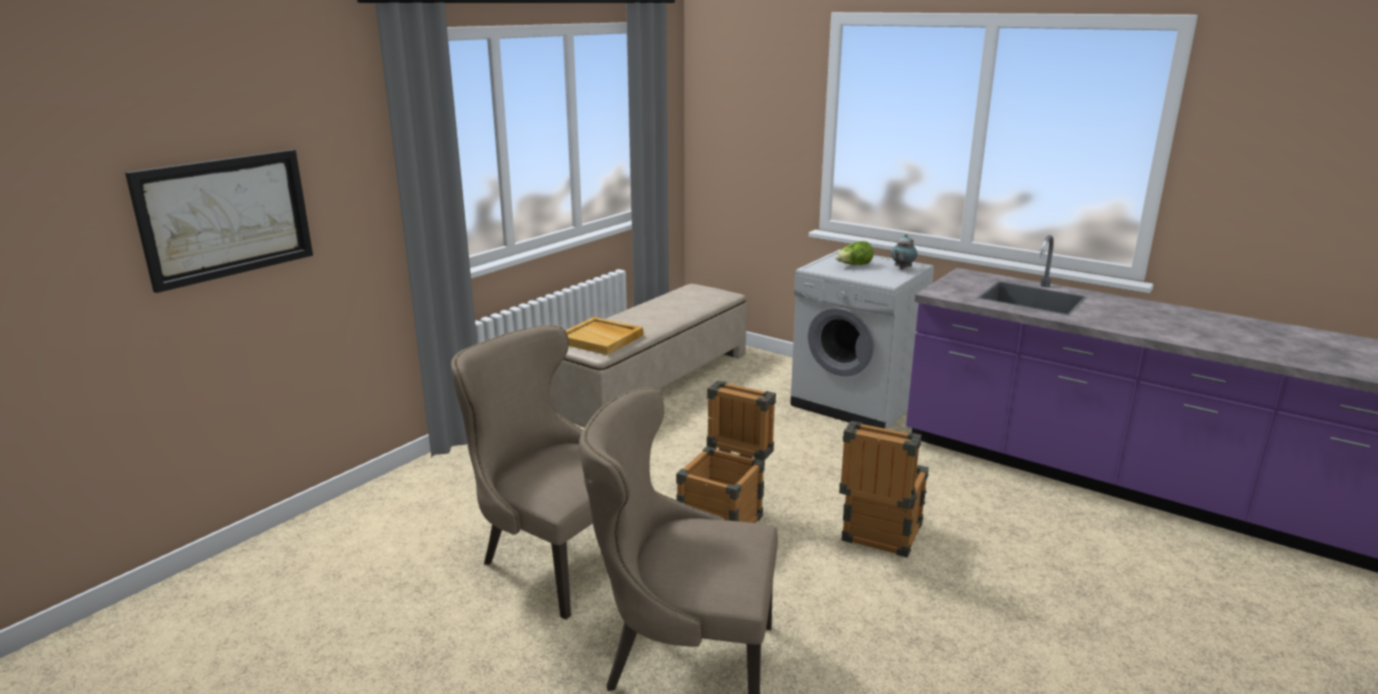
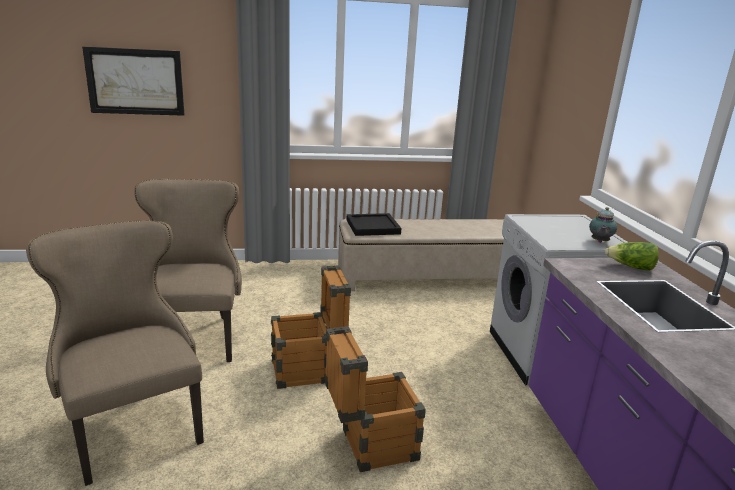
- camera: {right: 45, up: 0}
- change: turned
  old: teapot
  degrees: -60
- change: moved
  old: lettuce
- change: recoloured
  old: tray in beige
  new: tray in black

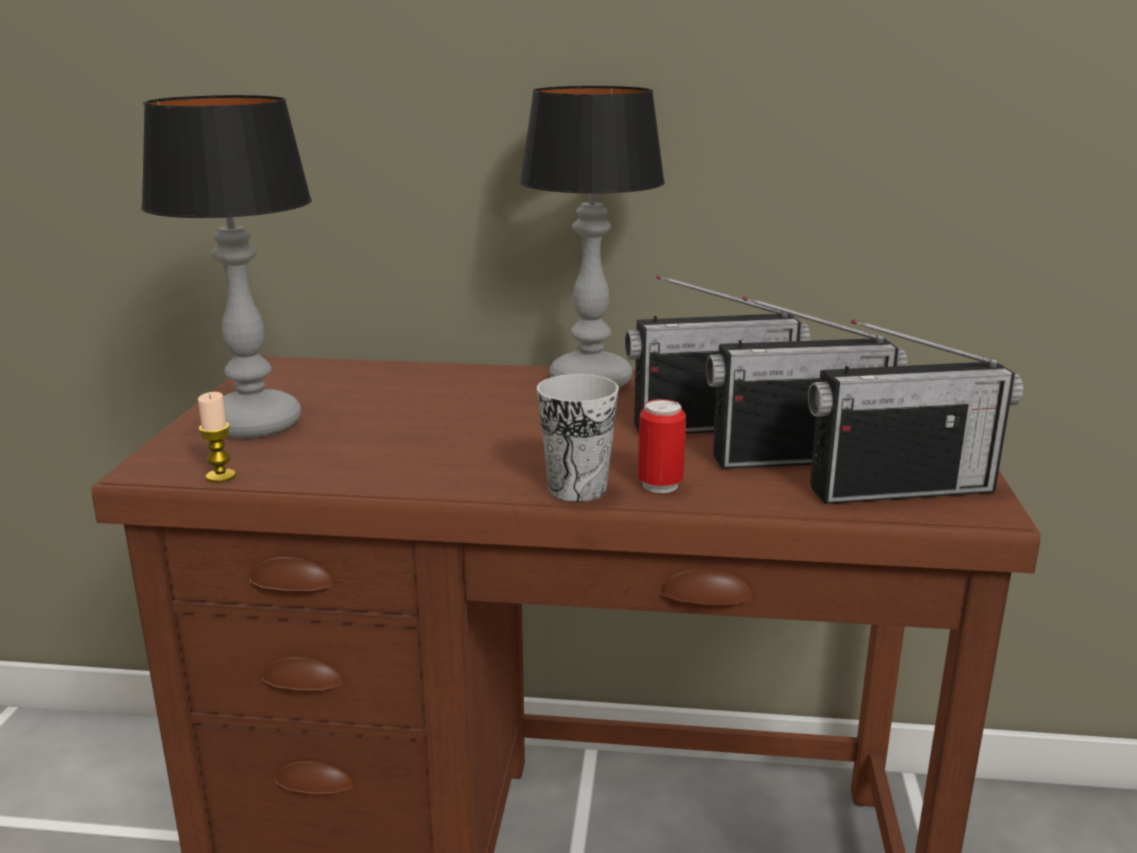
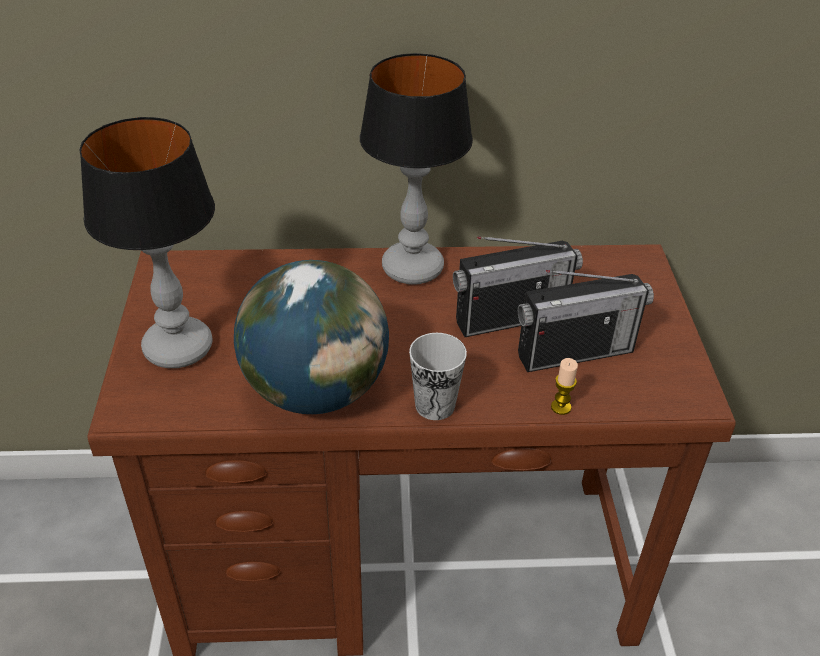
- camera: {right: -10, up: 20}
- change: removed
  old: radio (3rd from left)
- change: moved
  old: candle
- change: removed
  old: can
- change: added
  new: globe

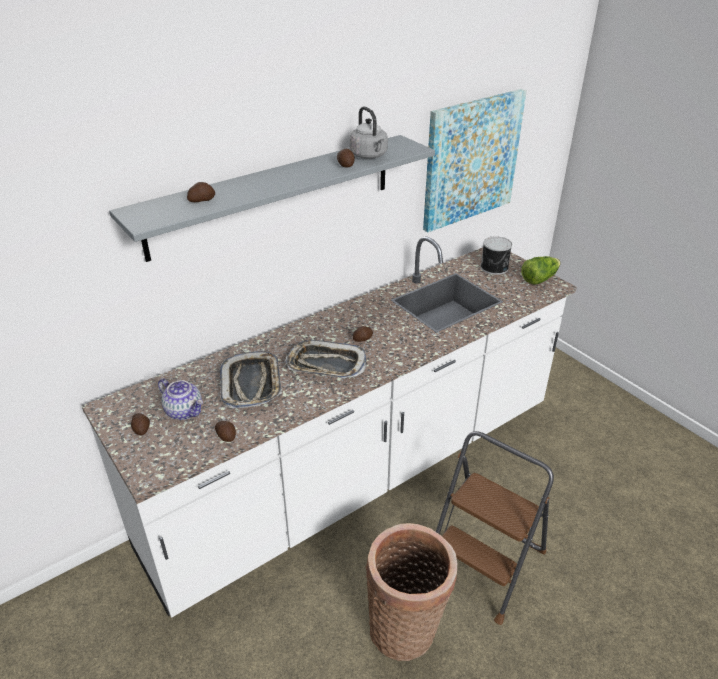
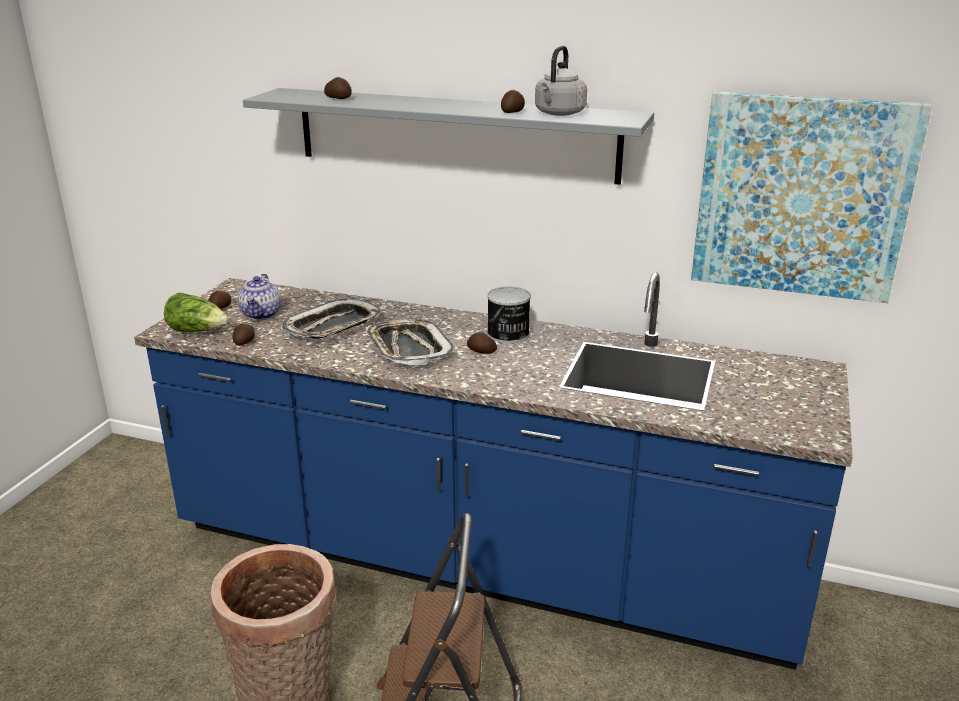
- camera: {right: 55, up: -10}
- change: recoloured
  old: counter in white
  new: counter in blue
- change: moved
  old: can
- change: moved
  old: lettuce

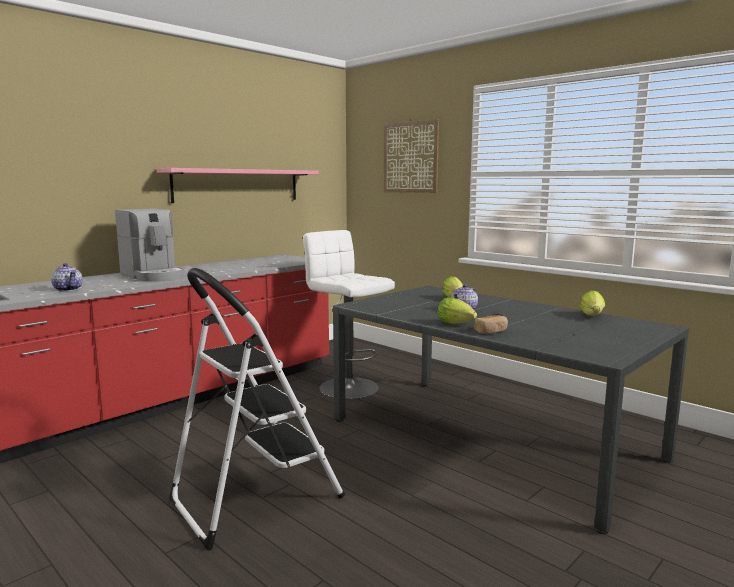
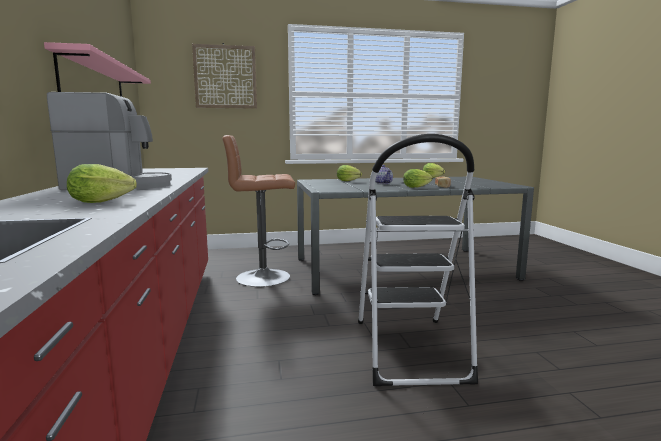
- camera: {right: -55, up: 0}
- change: recoloured
  old: stool in white
  new: stool in brown
- change: replaced
  old: teapot (1st from left)
  new: lettuce (1st from left)

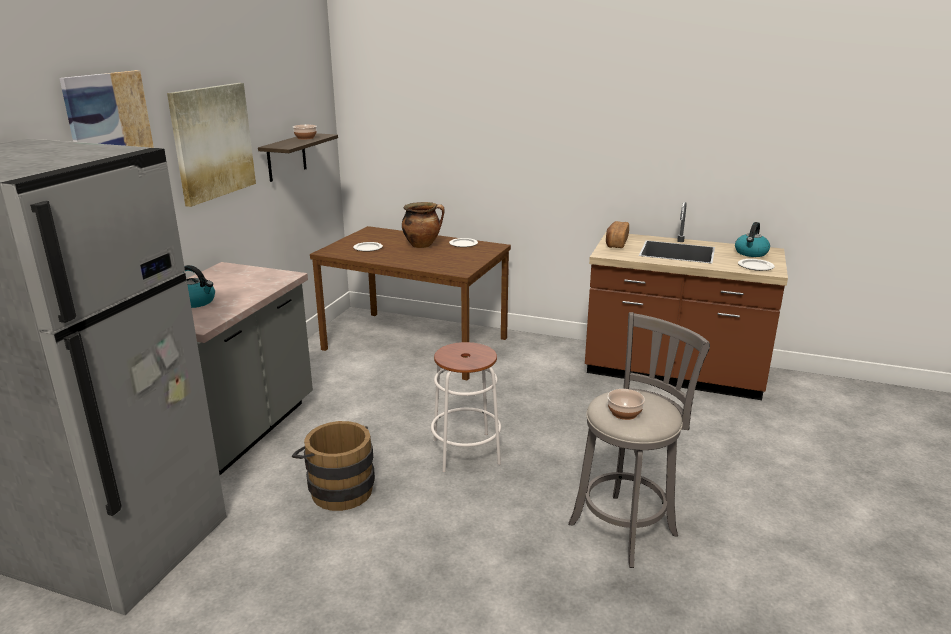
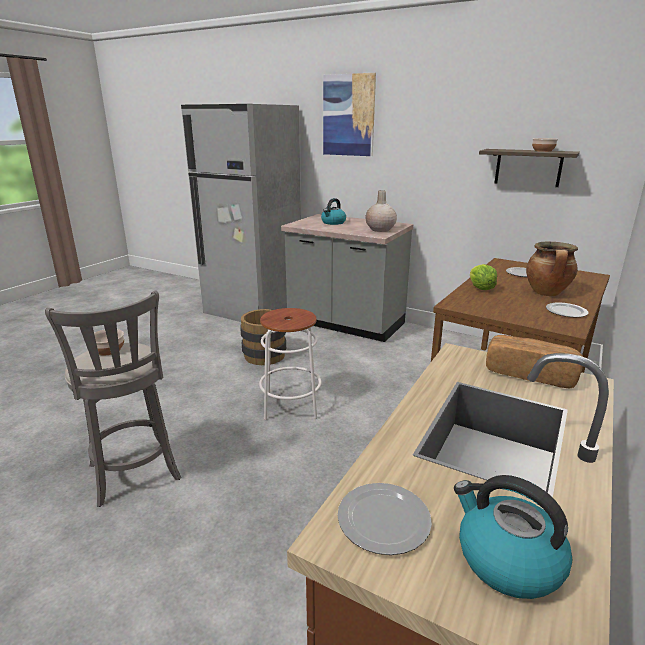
- camera: {right: 100, up: 0}
- change: removed
  old: picture (2nd from left)
- change: added
  new: vase in beige
- change: added
  new: lettuce

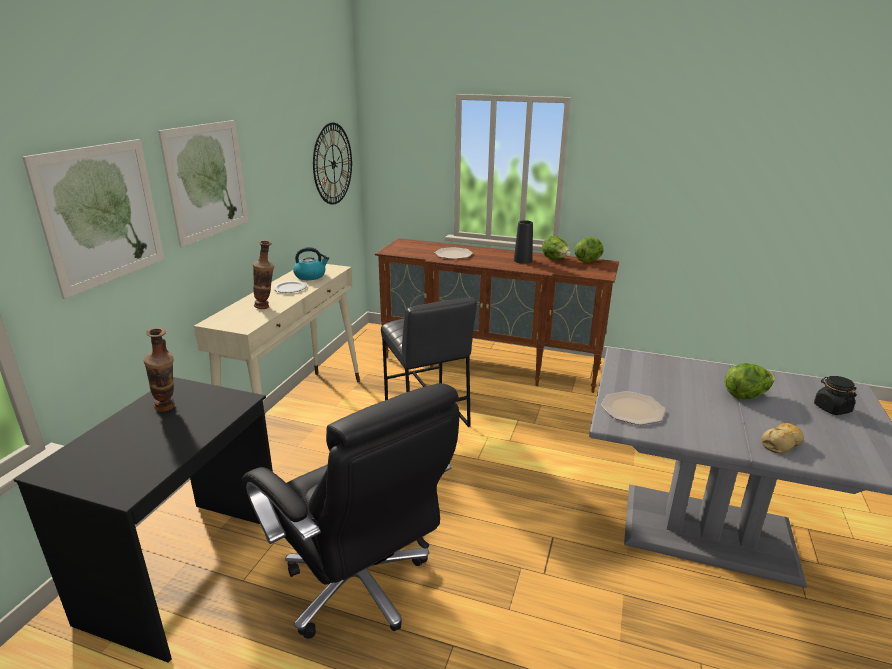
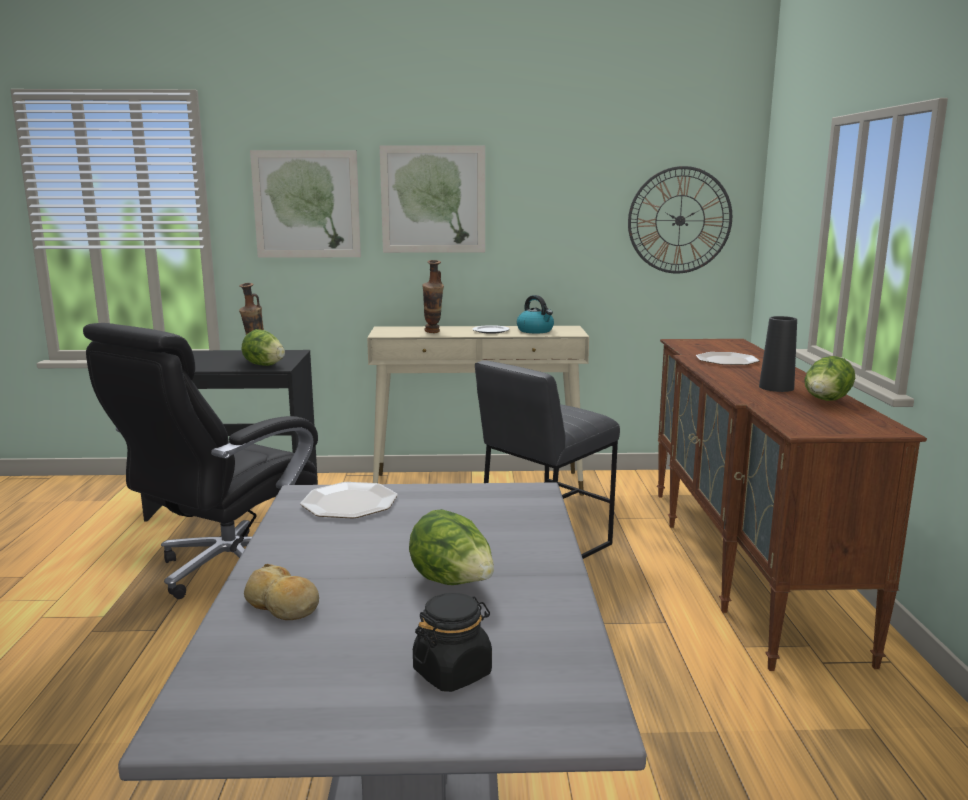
- camera: {right: 70, up: -10}
- change: moved
  old: lettuce (2nd from left in the first image)
  new: lettuce (1st from left)

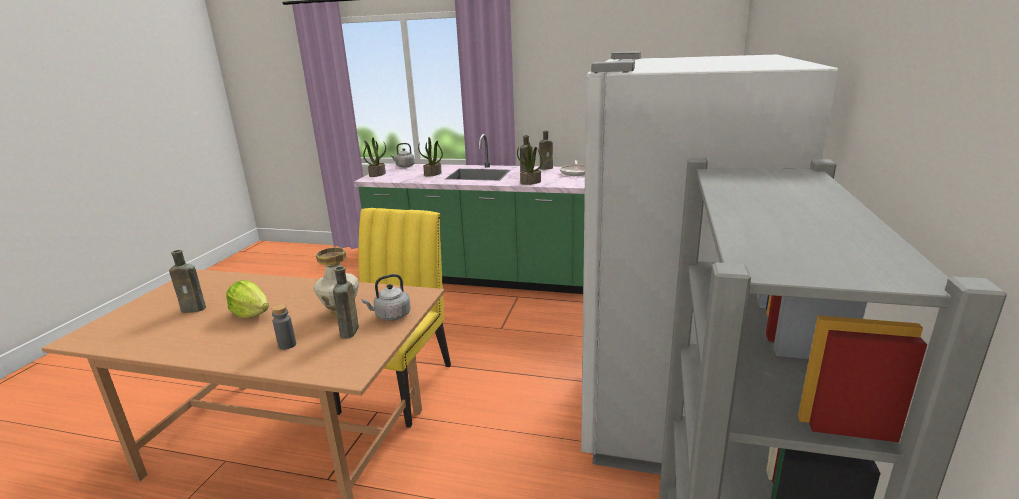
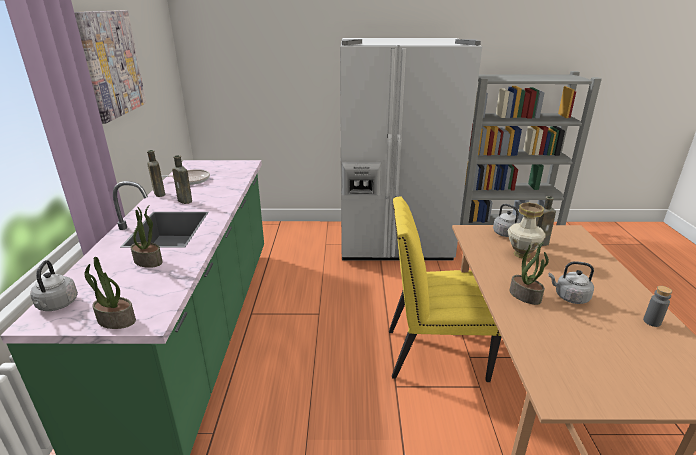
- camera: {right: -105, up: 5}
- change: moved
  old: potted plant (3rd from left)
- change: removed
  old: bottle in brown (1st from left)
- change: replaced
  old: lettuce
  new: kettle in grey (3rd from left)
- change: moved
  old: bottle in grey
- change: added
  new: picture

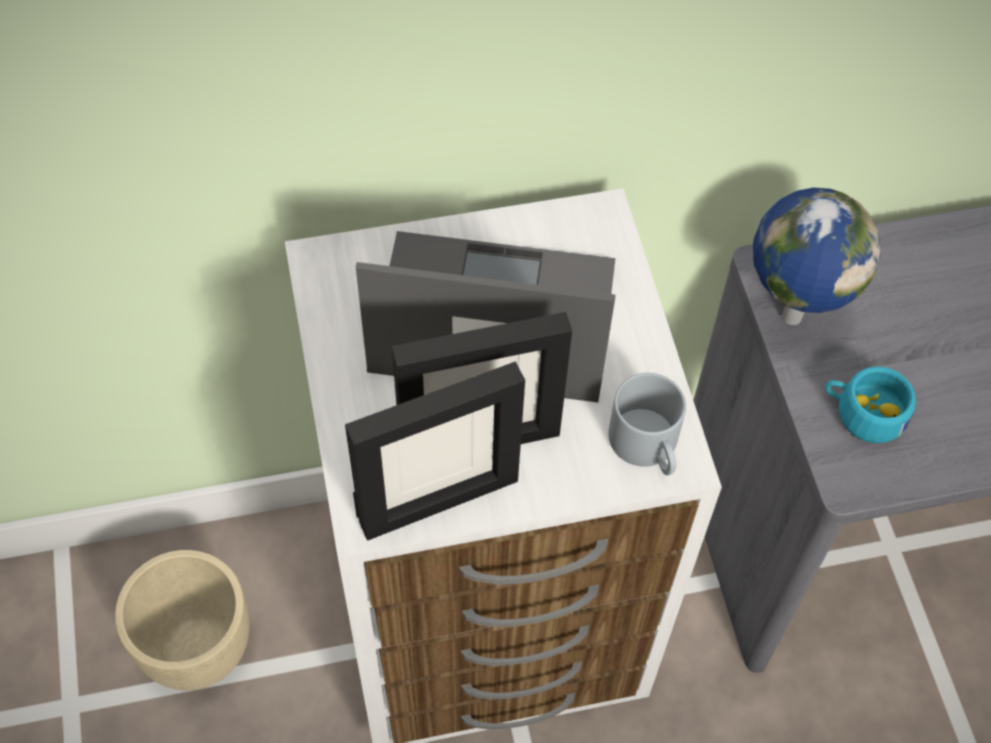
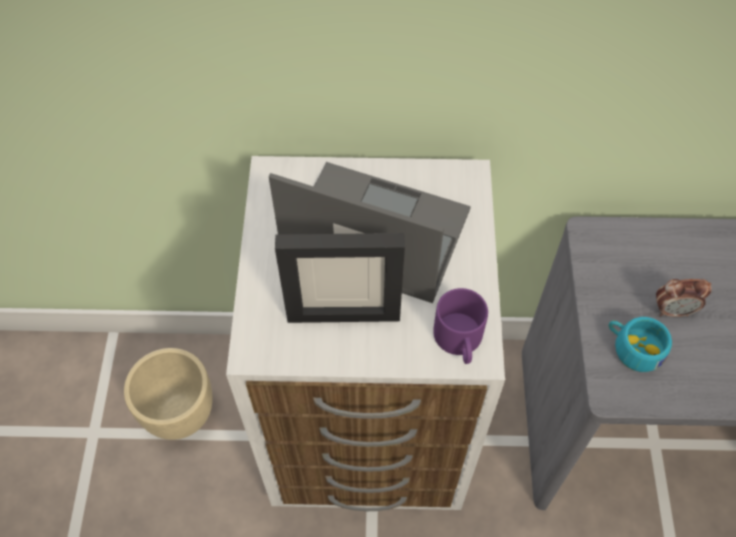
- camera: {right: 15, up: 0}
- change: removed
  old: globe
- change: removed
  old: picture frame (1st from left)
- change: recoloured
  old: mug in grey
  new: mug in purple
- change: added
  new: alarm clock

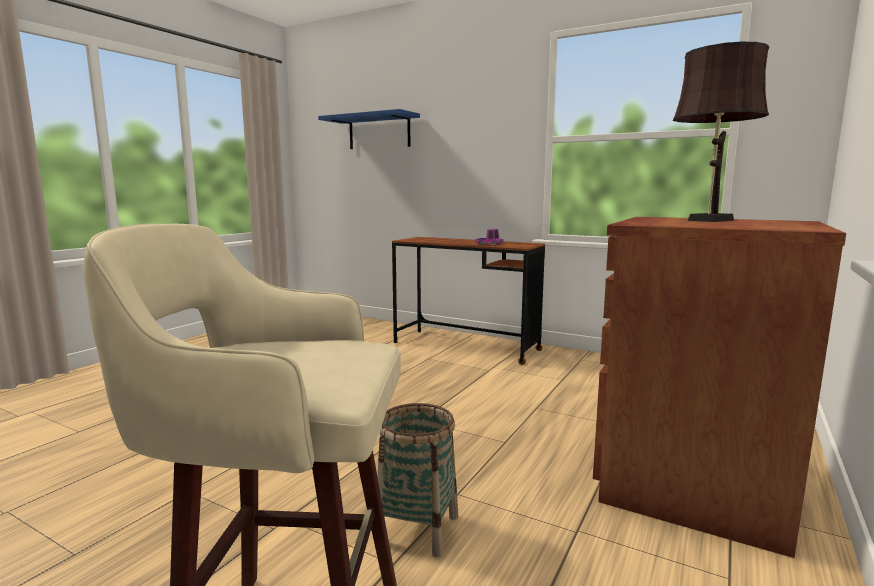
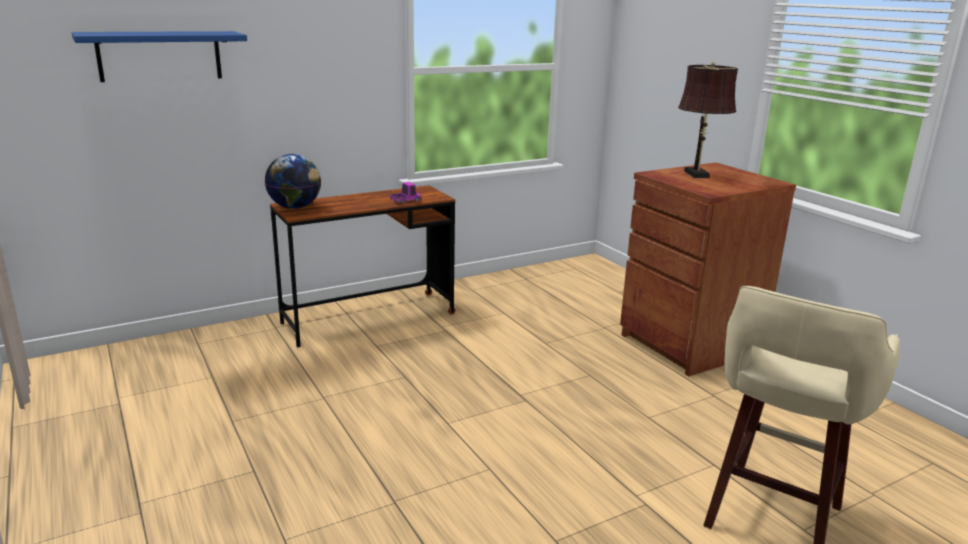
- camera: {right: -60, up: 10}
- change: removed
  old: basket
- change: added
  new: globe

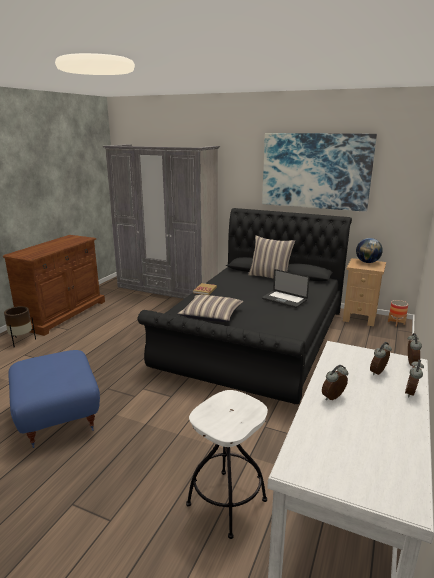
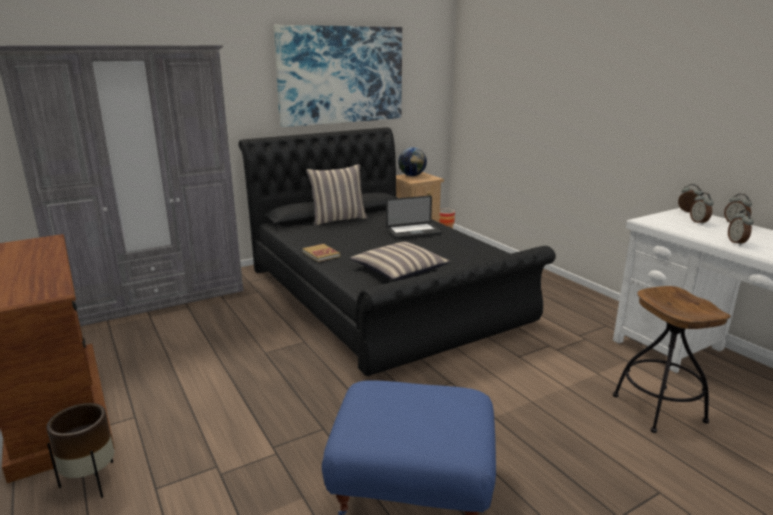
- camera: {right: -55, up: 0}
- change: recoloured
  old: stool in white
  new: stool in brown

